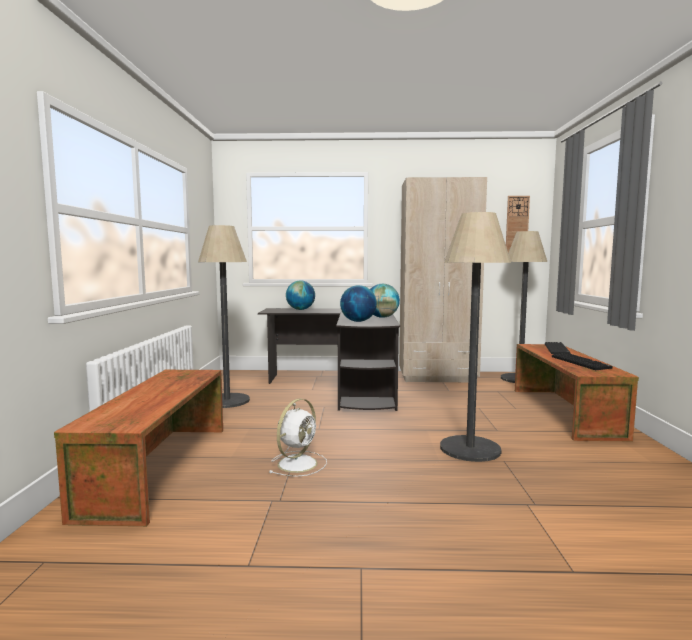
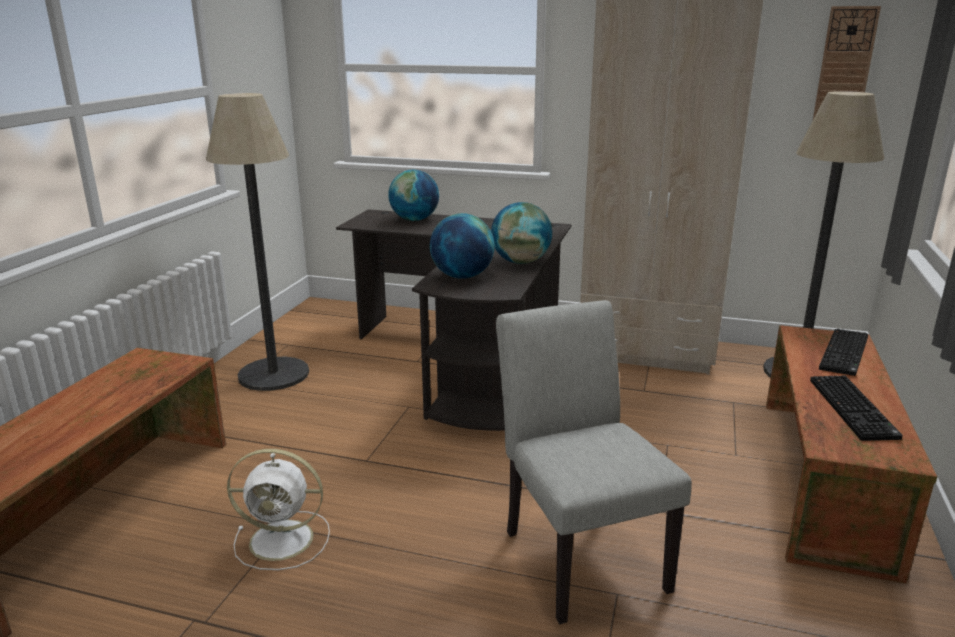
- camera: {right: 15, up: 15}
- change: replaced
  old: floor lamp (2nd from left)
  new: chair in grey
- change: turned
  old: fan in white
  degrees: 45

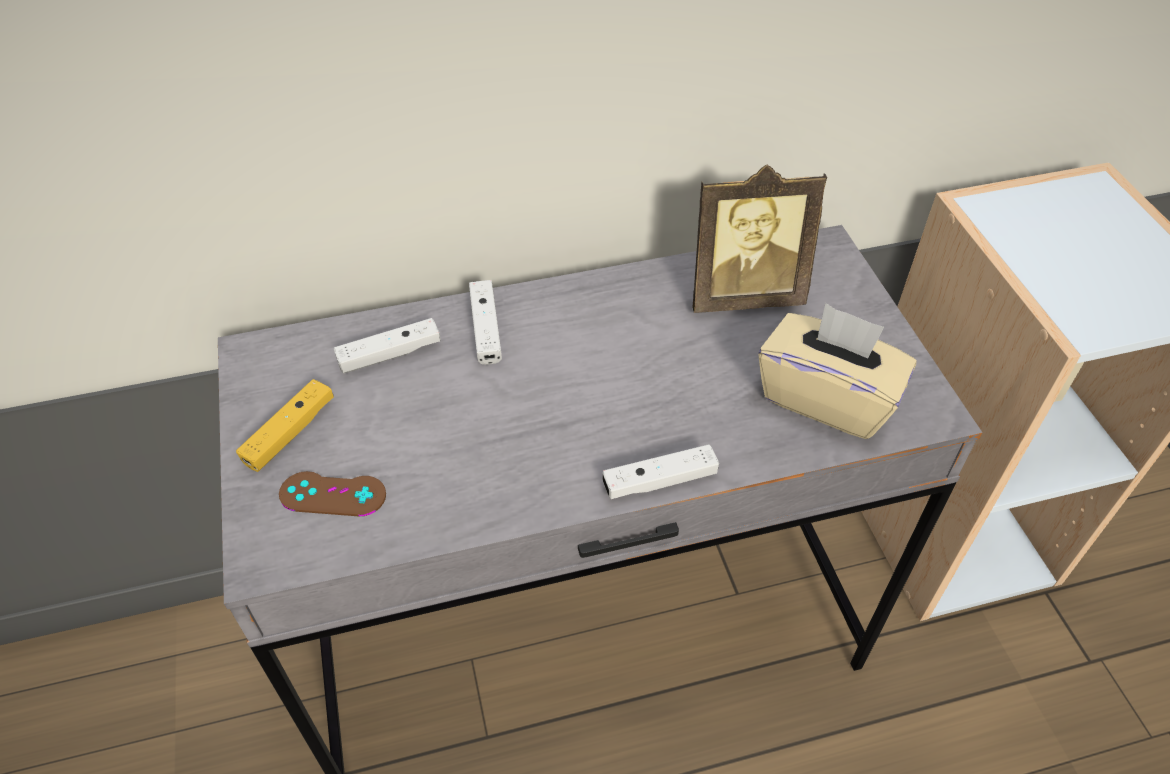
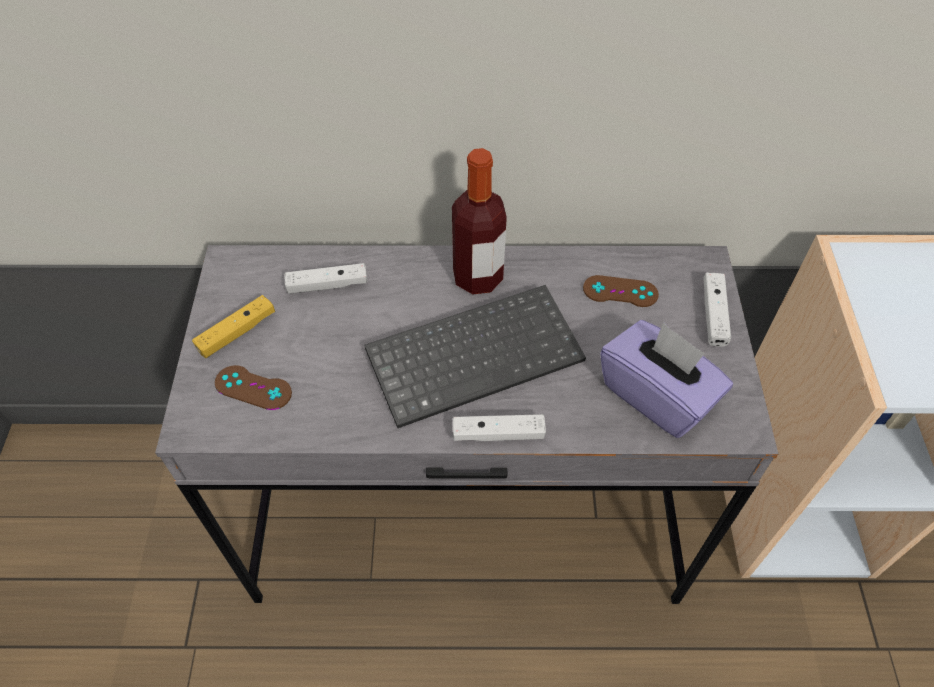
- camera: {right: 15, up: 5}
- change: replaced
  old: picture frame
  new: game controller in brown (2nd from left)
- change: moved
  old: game controller in white (2nd from left in the first image)
  new: game controller in white (3rd from left)
- change: recoloured
  old: tissue box in beige
  new: tissue box in purple
- change: added
  new: bottle
- change: added
  new: keyboard

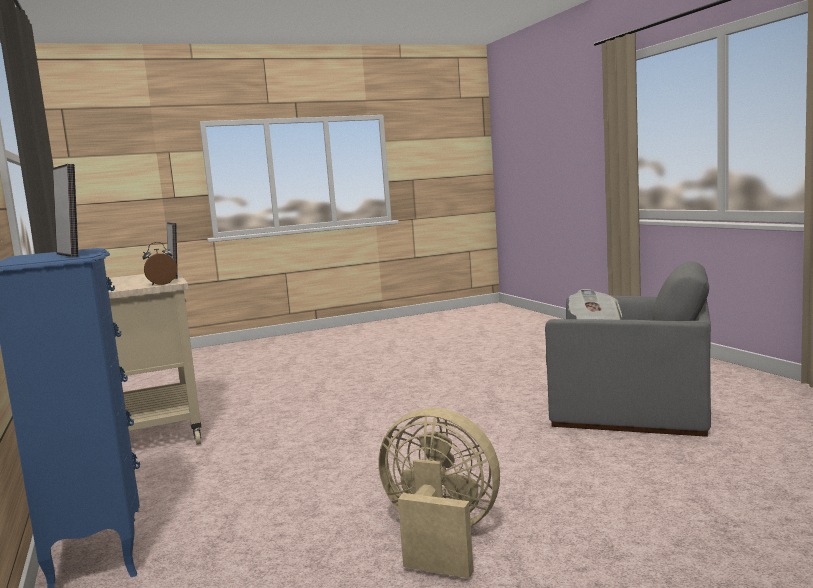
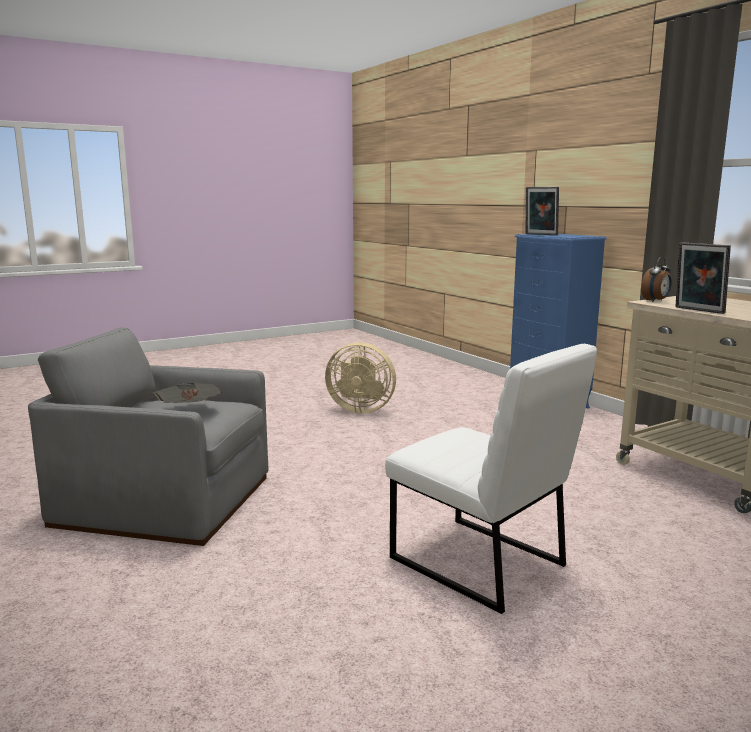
- camera: {right: 170, up: 5}
- change: added
  new: chair in white

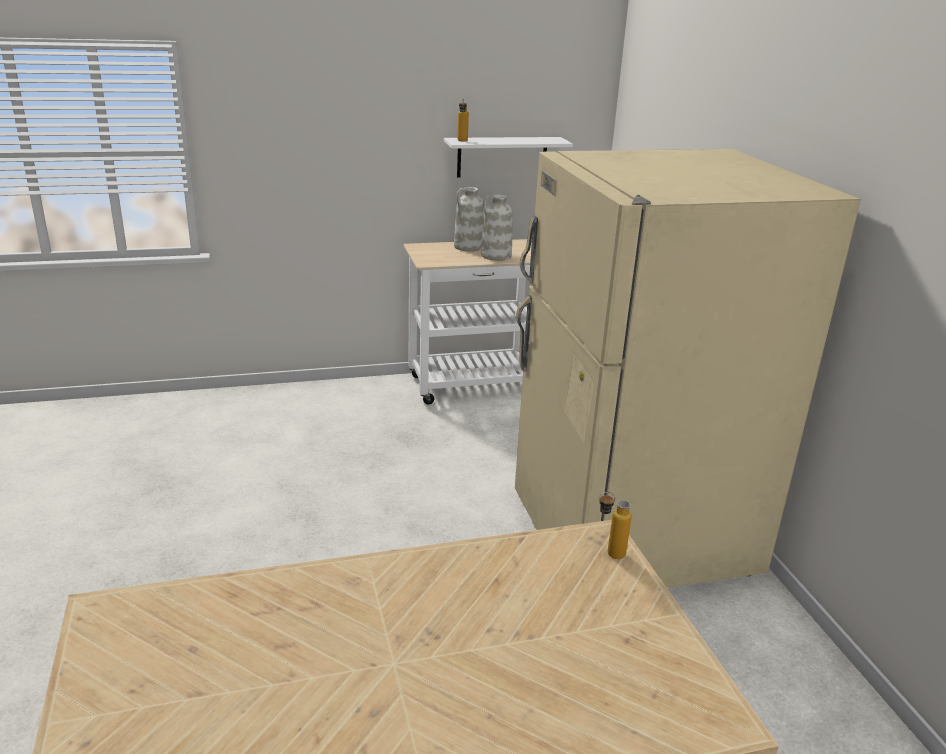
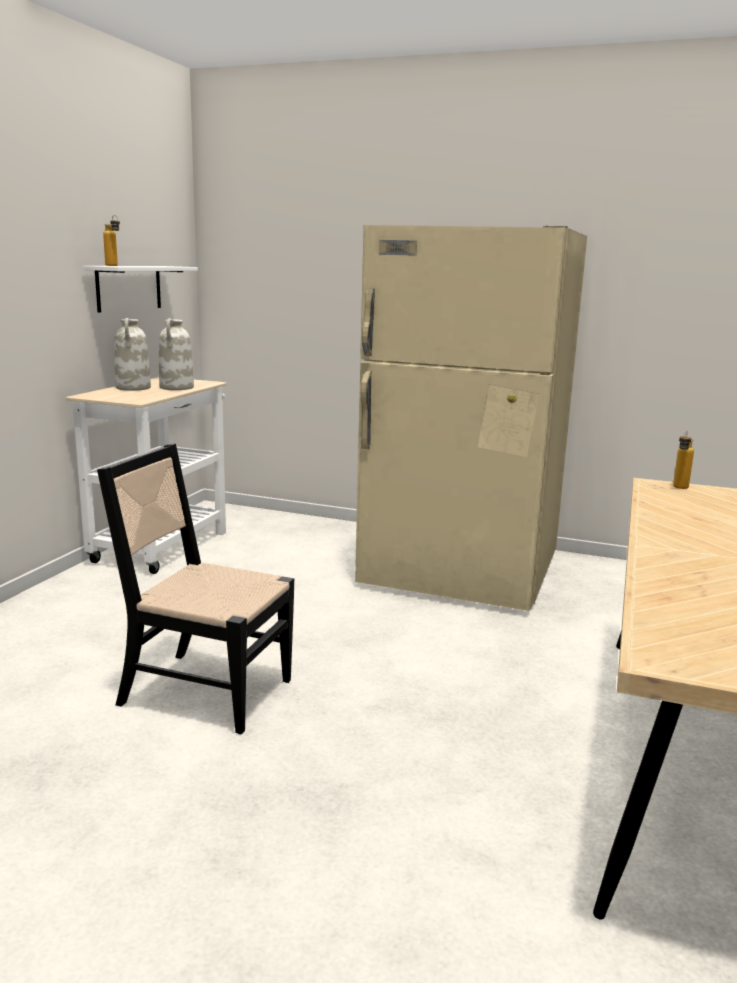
- camera: {right: -55, up: -10}
- change: added
  new: chair

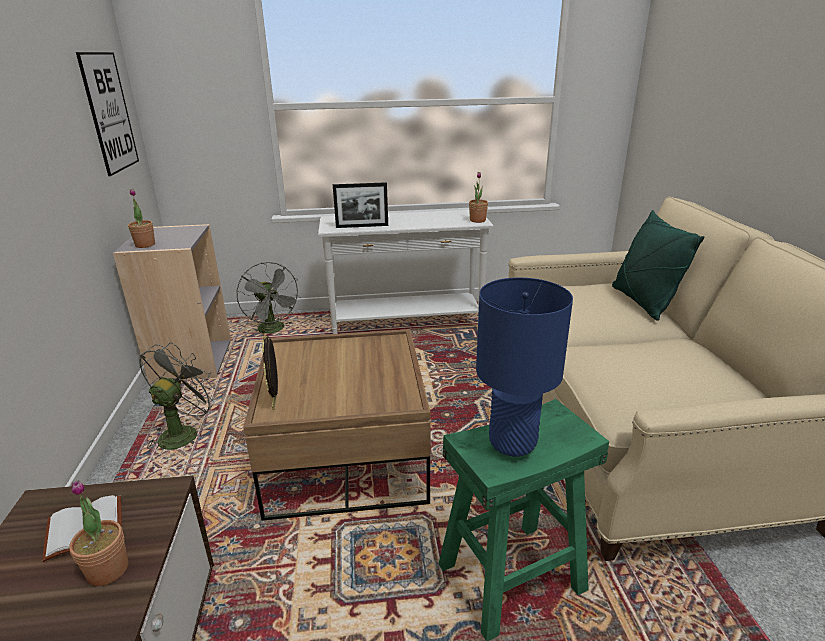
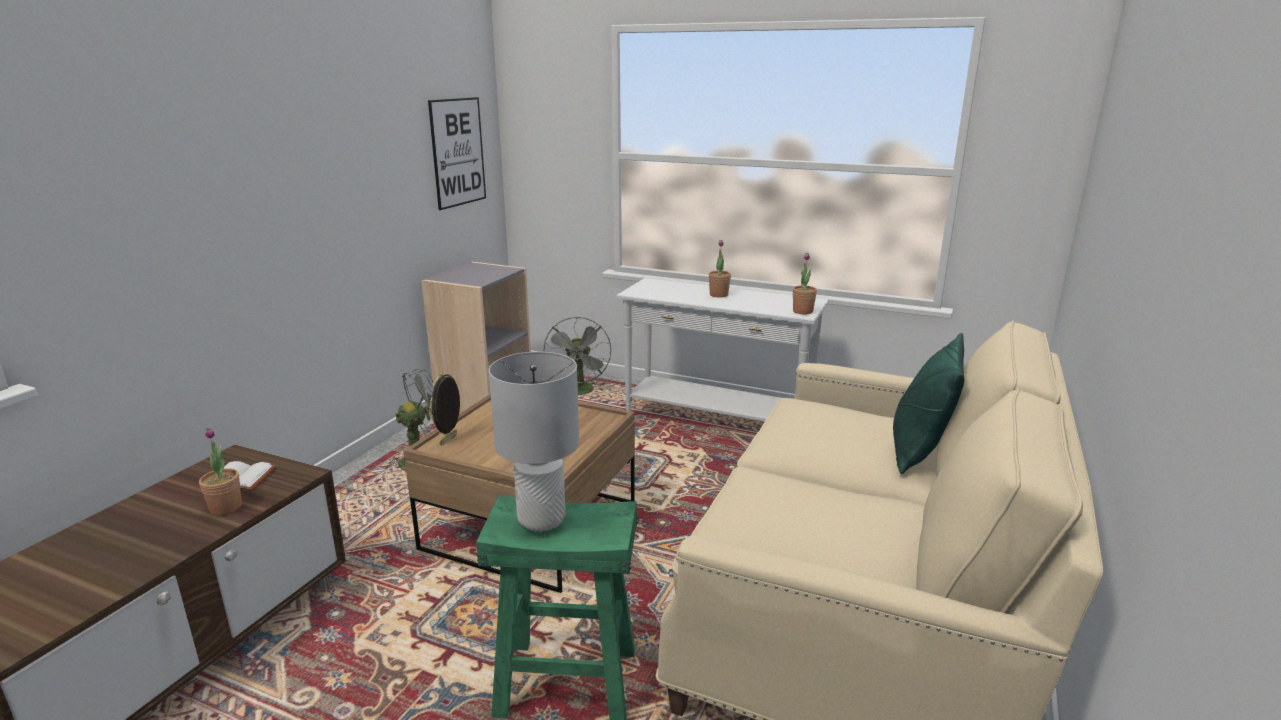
- camera: {right: 30, up: -5}
- change: removed
  old: picture frame (2nd from left)
- change: moved
  old: potted plant (2nd from left)
- change: recoloured
  old: table lamp in blue
  new: table lamp in grey

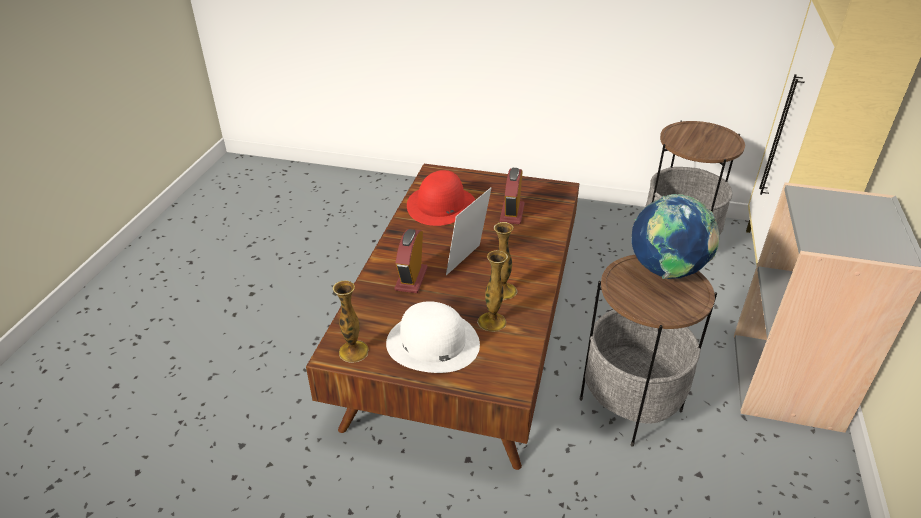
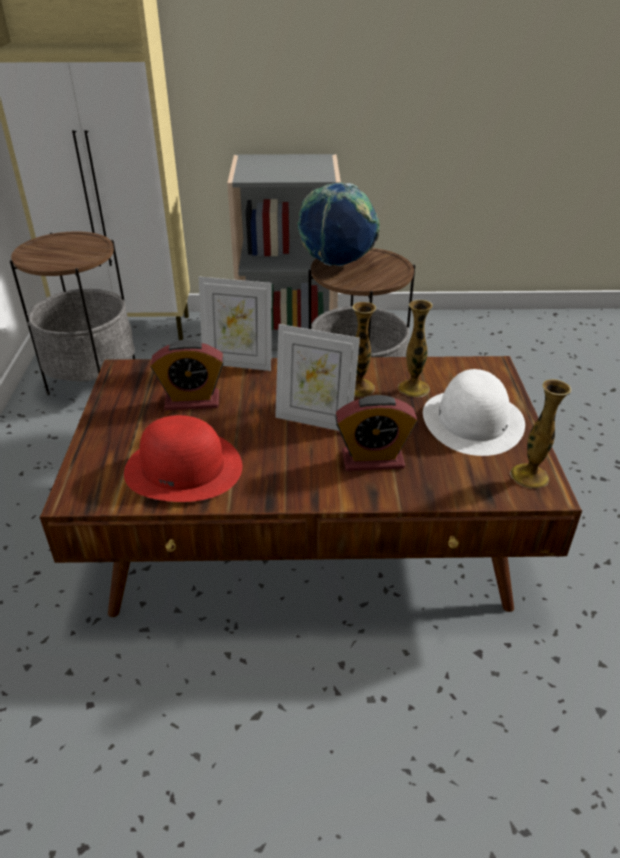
- camera: {right: -105, up: 0}
- change: added
  new: picture frame (1st from left)

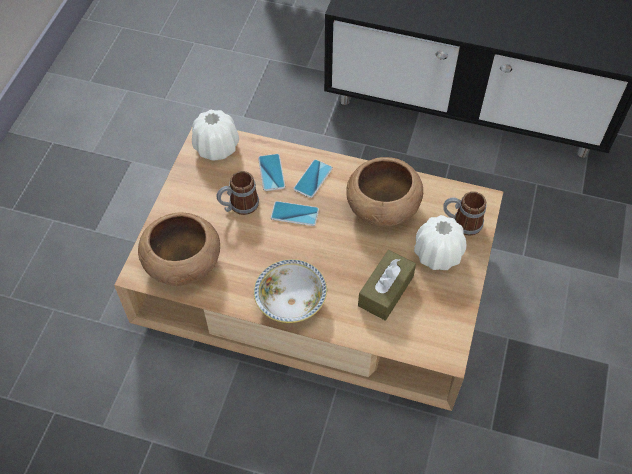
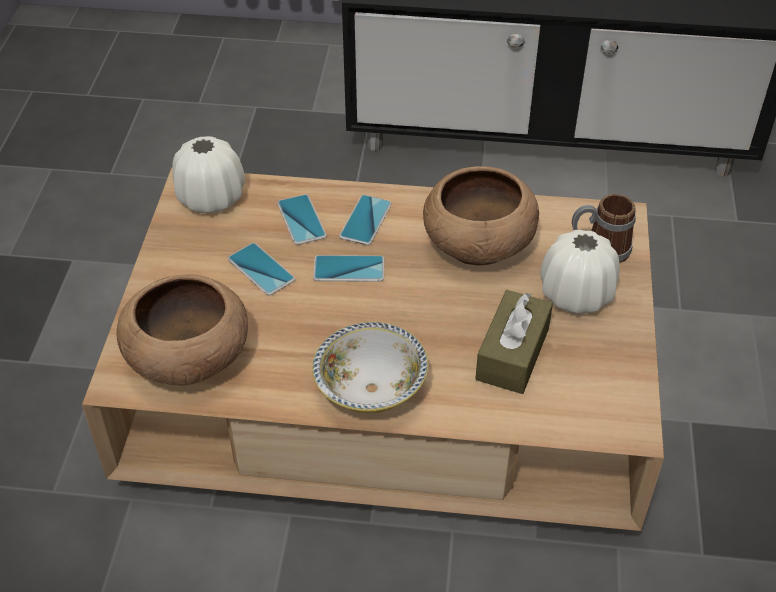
- camera: {right: -10, up: -10}
- change: replaced
  old: mug (1st from left)
  new: phone (1st from left)

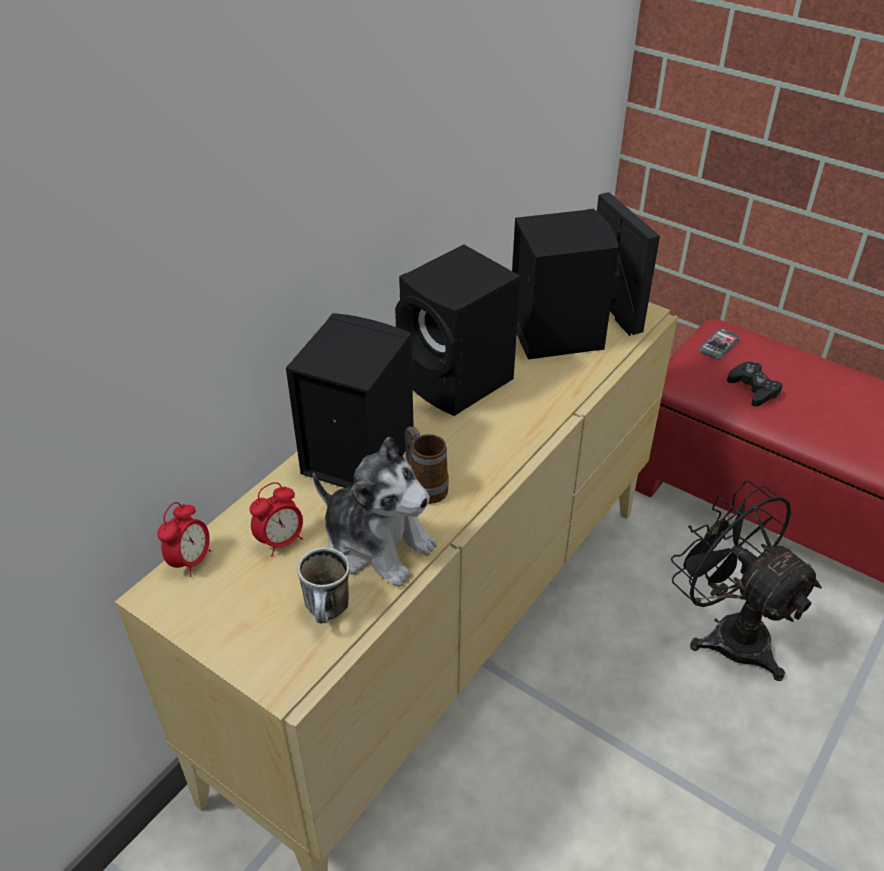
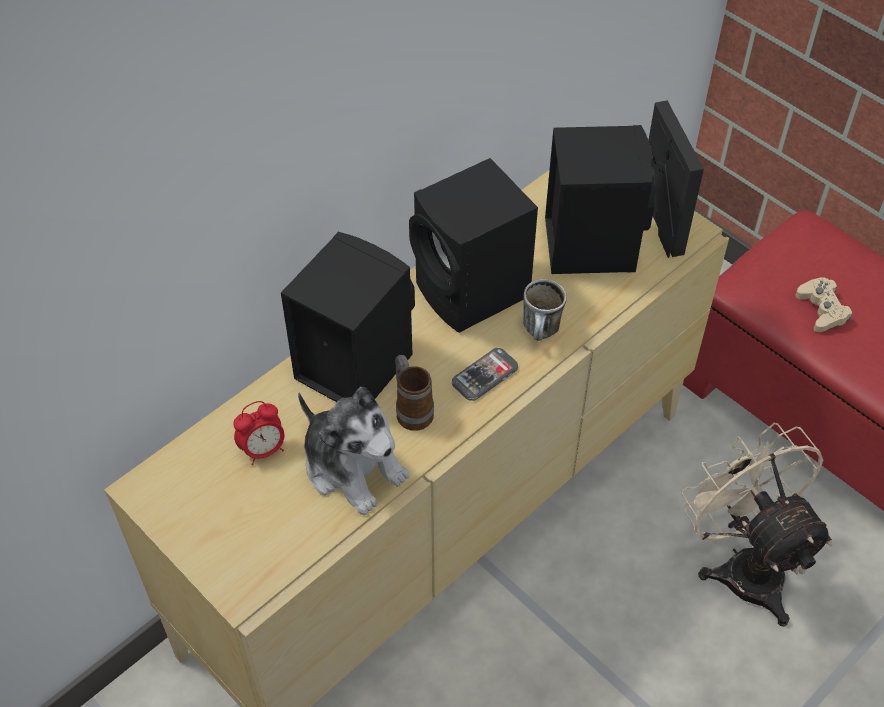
- camera: {right: 10, up: 10}
- change: moved
  old: phone
- change: recoloured
  old: game controller in black
  new: game controller in beige
- change: recoloured
  old: fan in black
  new: fan in beige
- change: removed
  old: alarm clock (1st from left)
- change: moved
  old: mug (1st from left in the first image)
  new: mug (2nd from left)

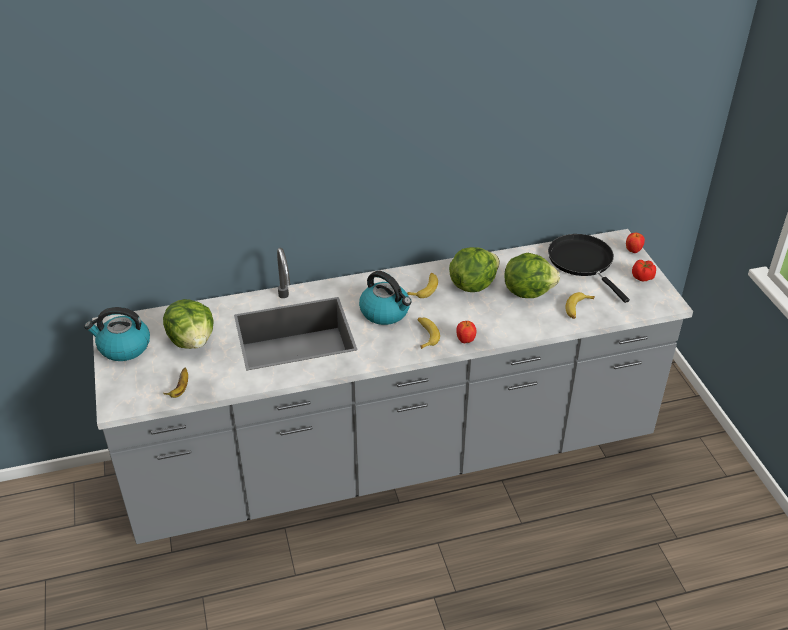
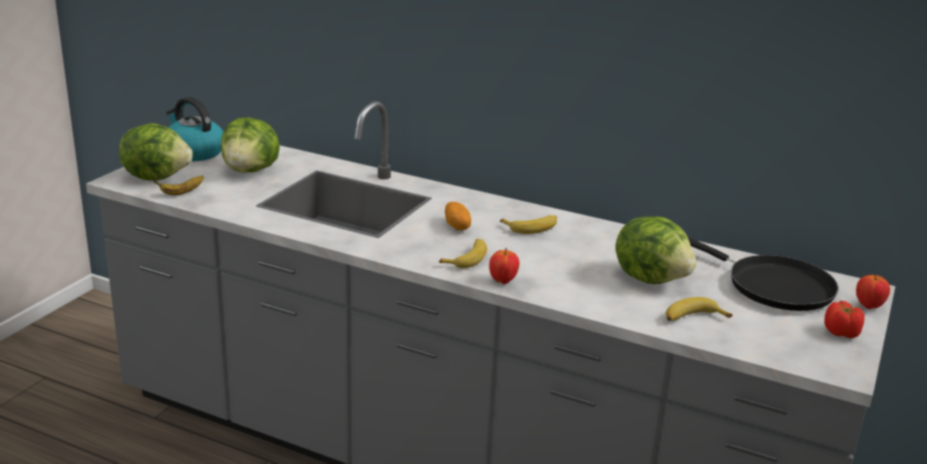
- camera: {right: 40, up: -15}
- change: turned
  old: frying pan in black
  degrees: 120
- change: moved
  old: lettuce (2nd from left in the first image)
  new: lettuce (1st from left)
- change: replaced
  old: kettle (2nd from left)
  new: potato

